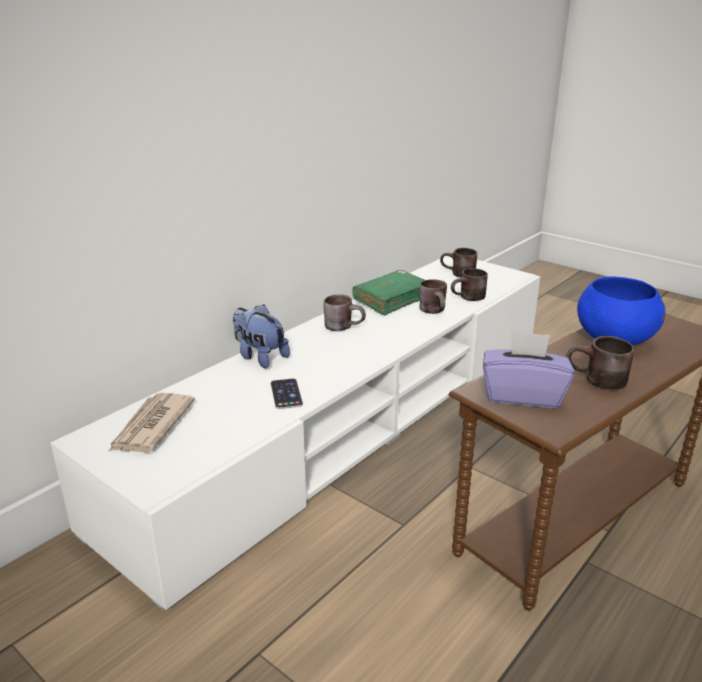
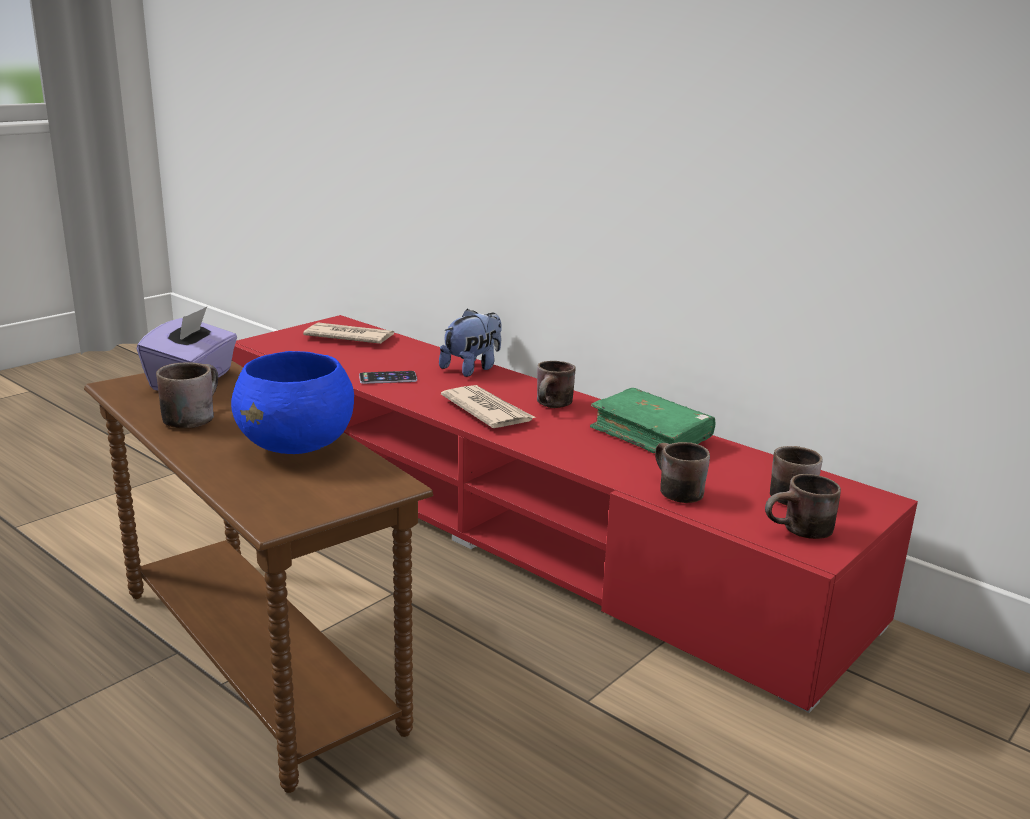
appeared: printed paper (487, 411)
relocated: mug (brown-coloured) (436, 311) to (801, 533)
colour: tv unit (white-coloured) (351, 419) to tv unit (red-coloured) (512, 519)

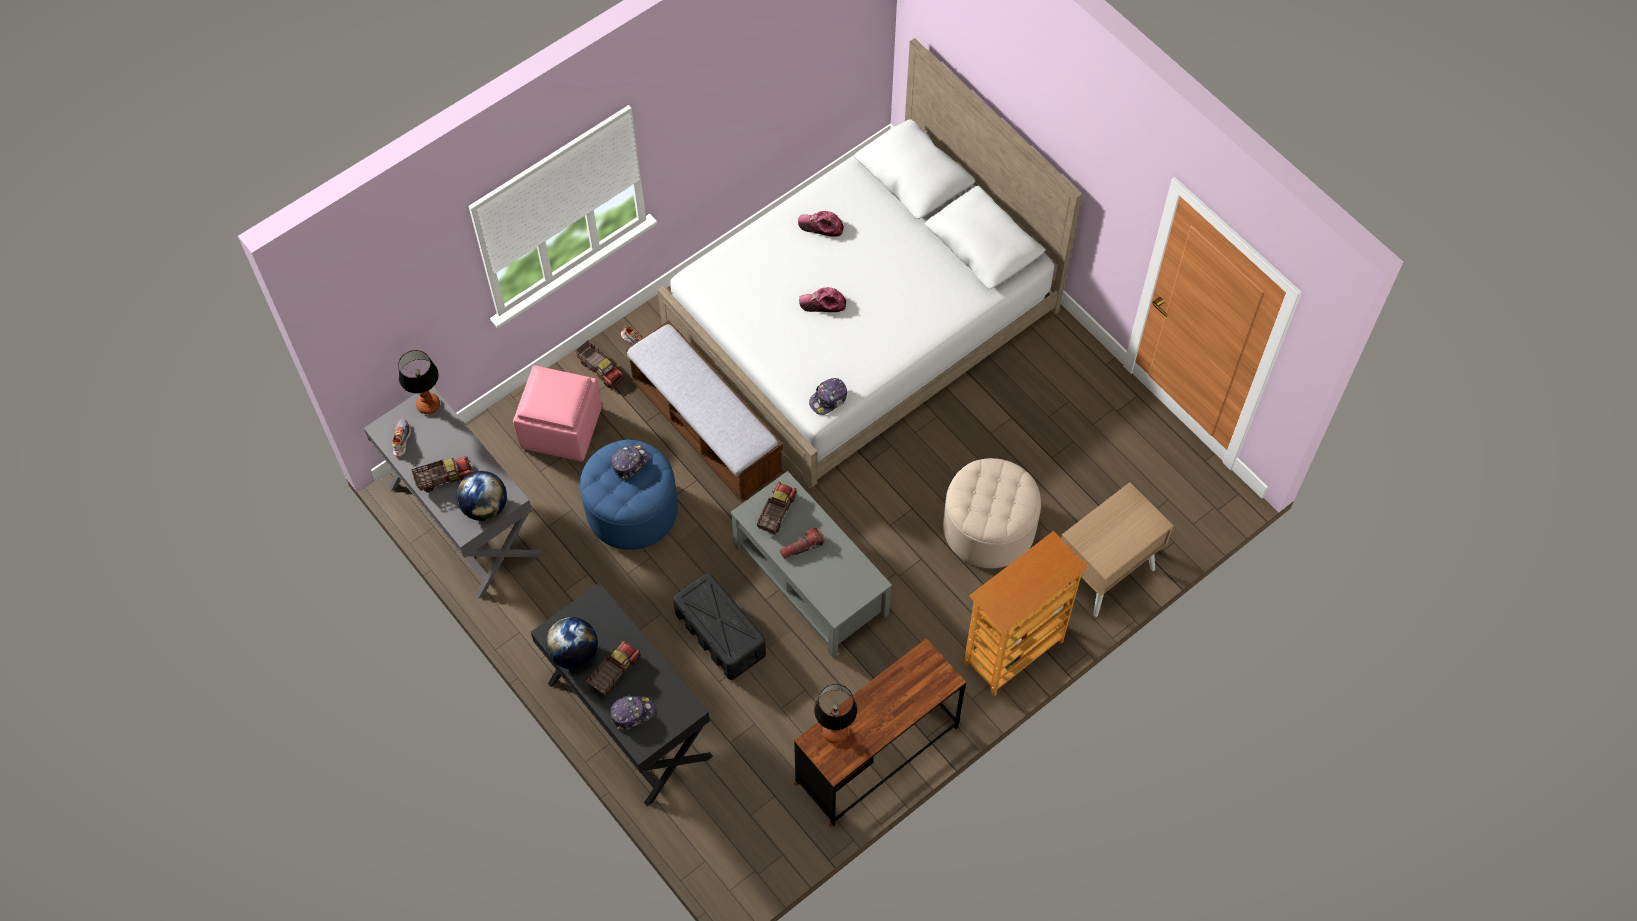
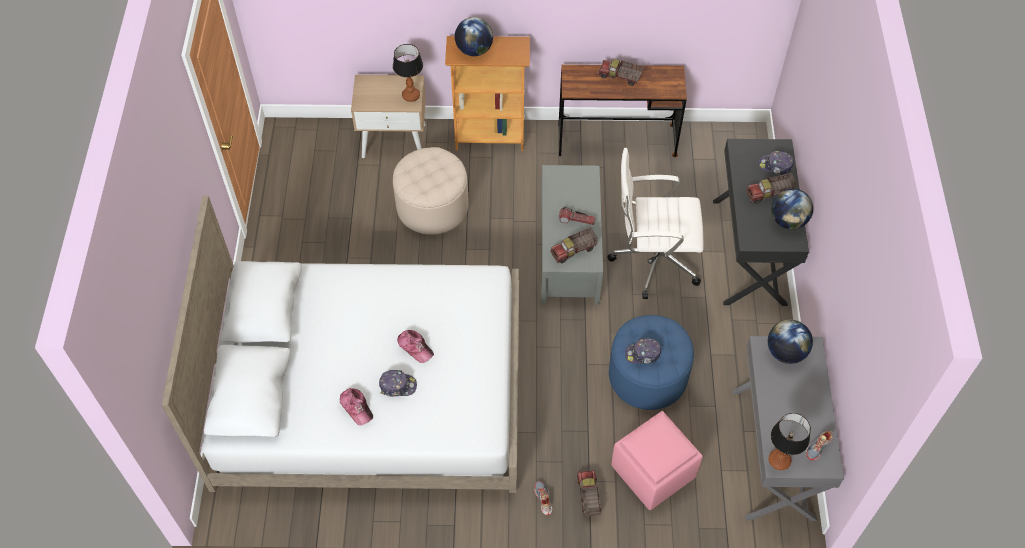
missing: indoor bench (706, 428)
appeared: desk globe (474, 50)
relocated: peaked cap (829, 399) to (397, 386); lamp for a table (835, 732) to (411, 95); model truck (444, 478) to (620, 77)
exchanged: storage box (blackish) (720, 634) to computer chair (white-coloured) (653, 259)

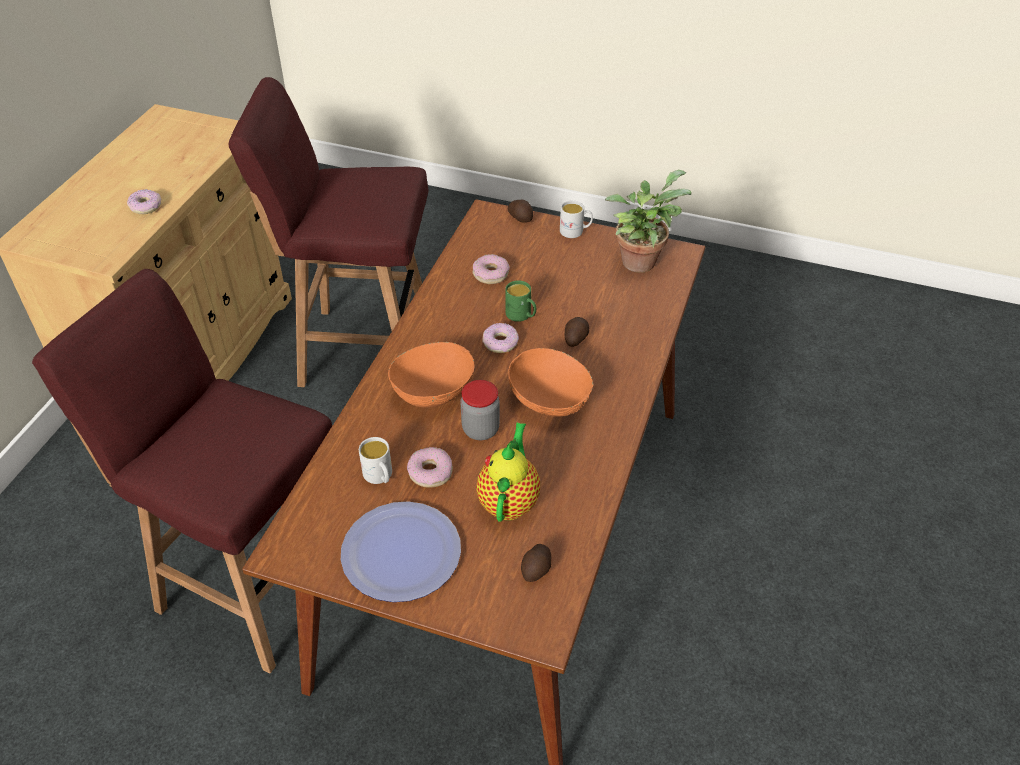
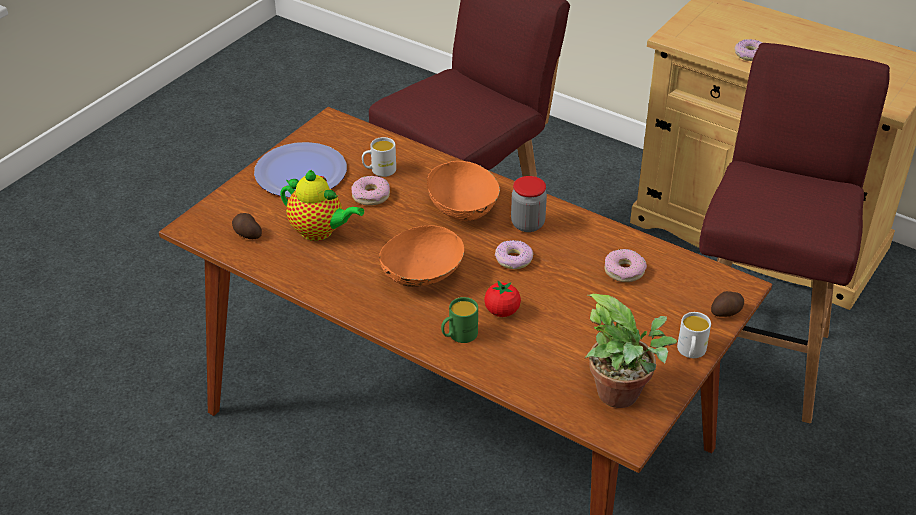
relocated: mug (green-coloured) (521, 315) to (458, 335); preserve jar (480, 429) to (527, 224)
exchanged: whole potato (575, 338) to tomato (502, 311)

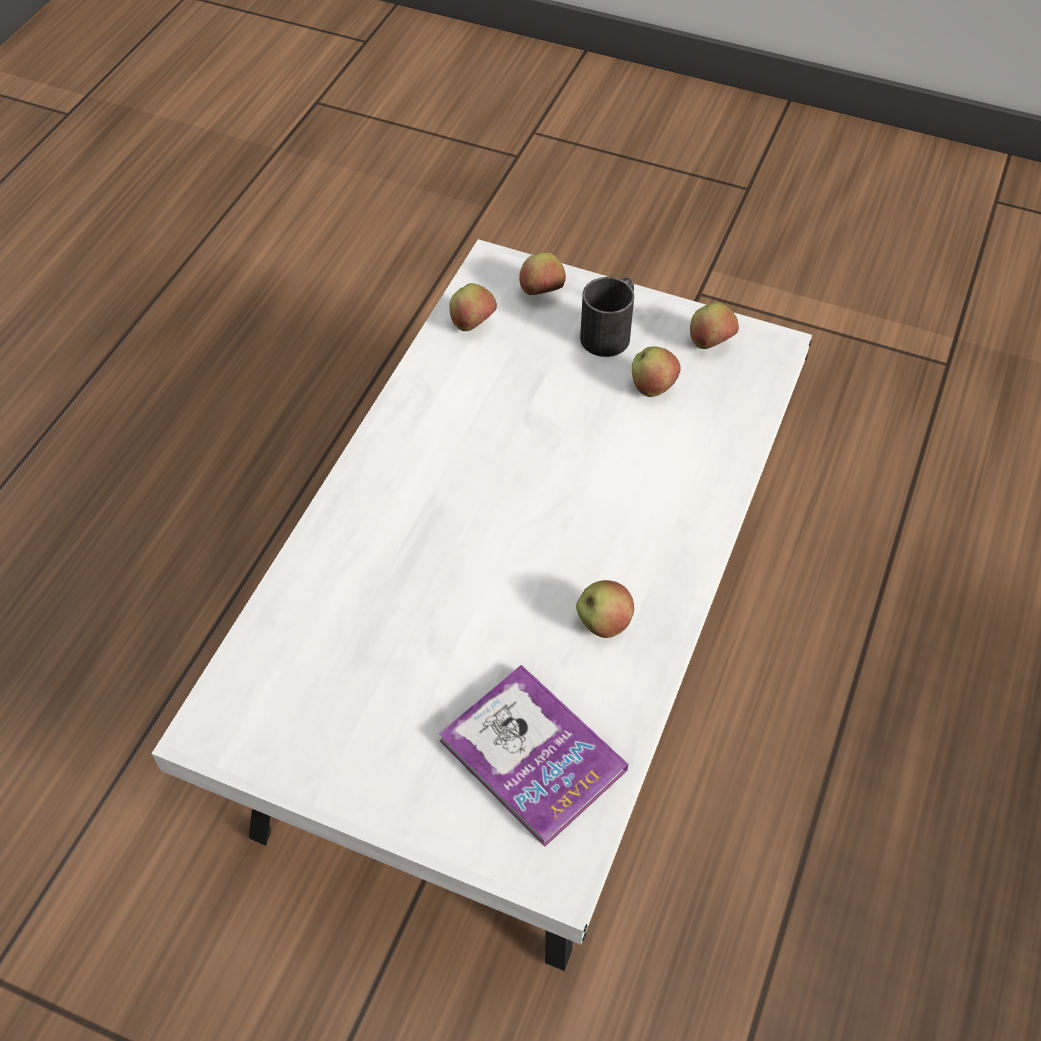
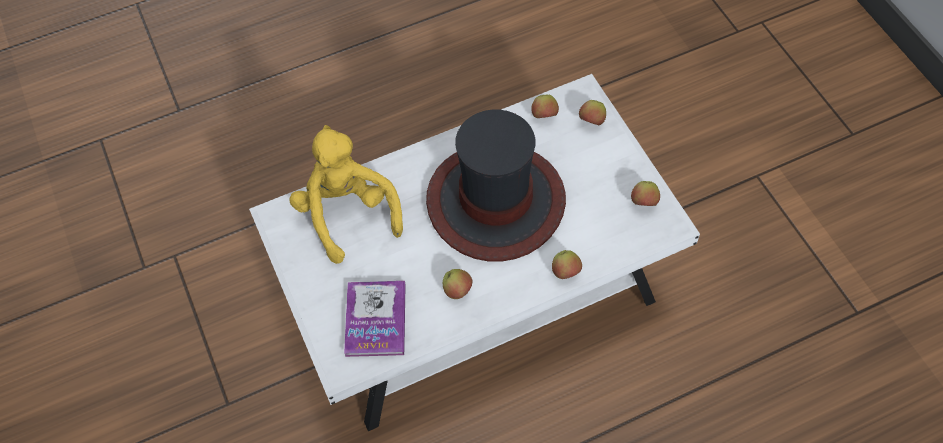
missing: mug (blackish) (610, 331)
appeared: soft toy (yellow-coloured) (347, 213); clothing hat (496, 202)
relocated: whole apple (653, 388) to (565, 272)

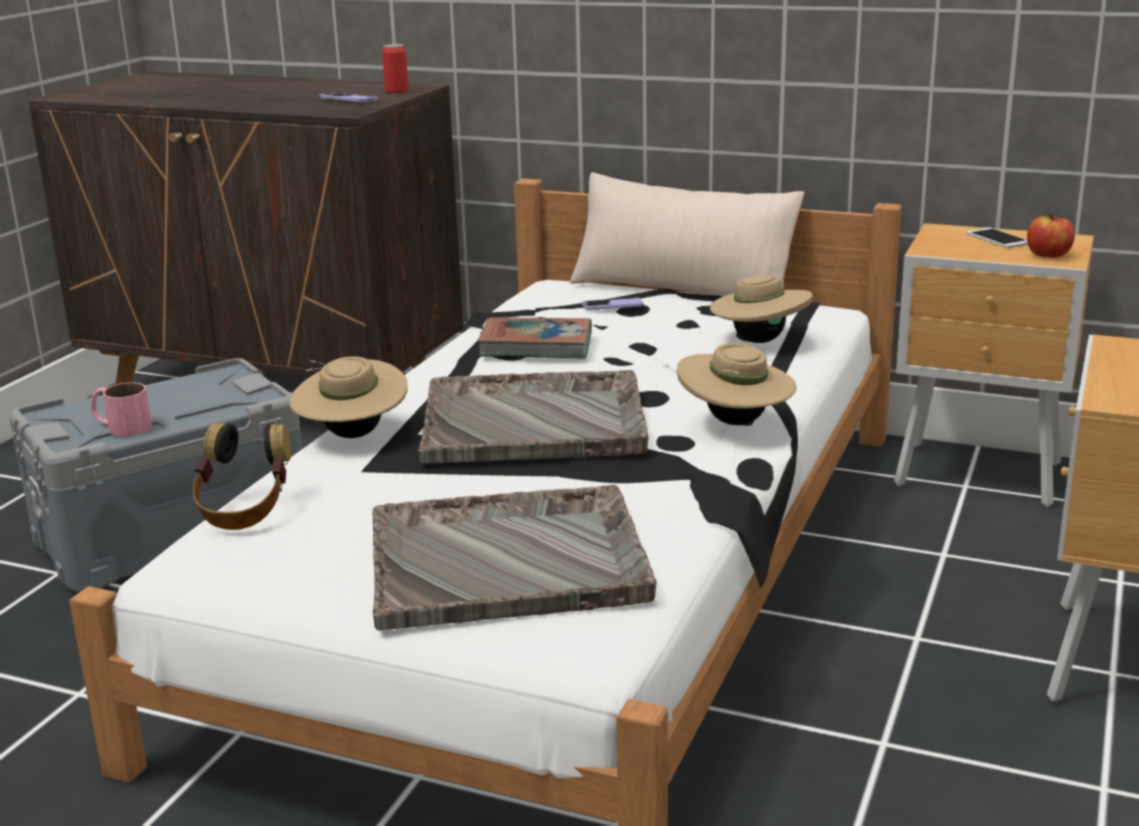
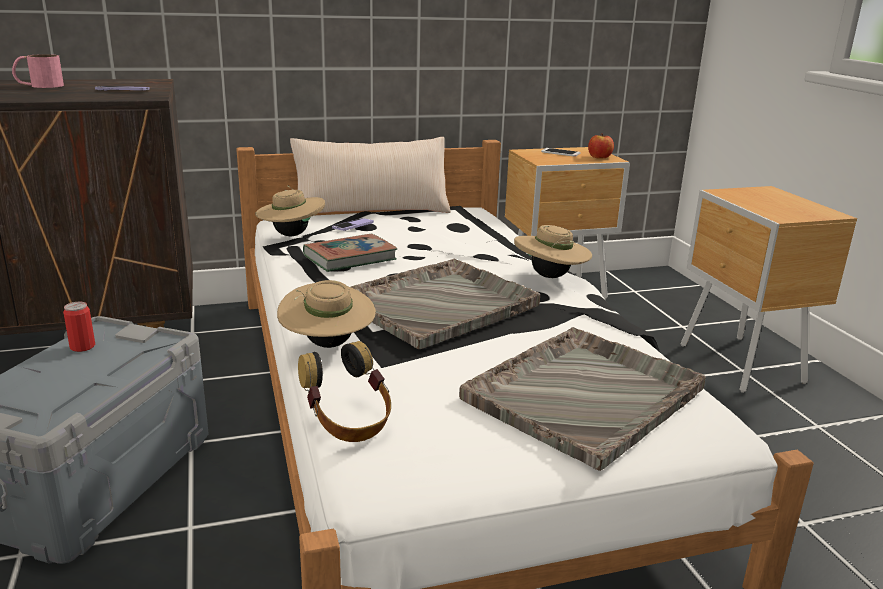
relocated: mug (pink) (121, 427) to (39, 86); can (396, 91) to (82, 347); clothing hat (beige-coloured) (759, 340) to (291, 235)

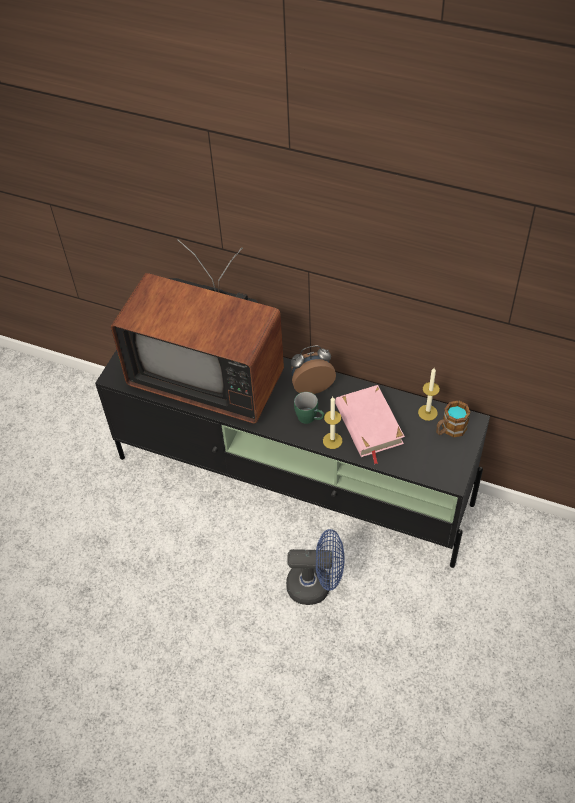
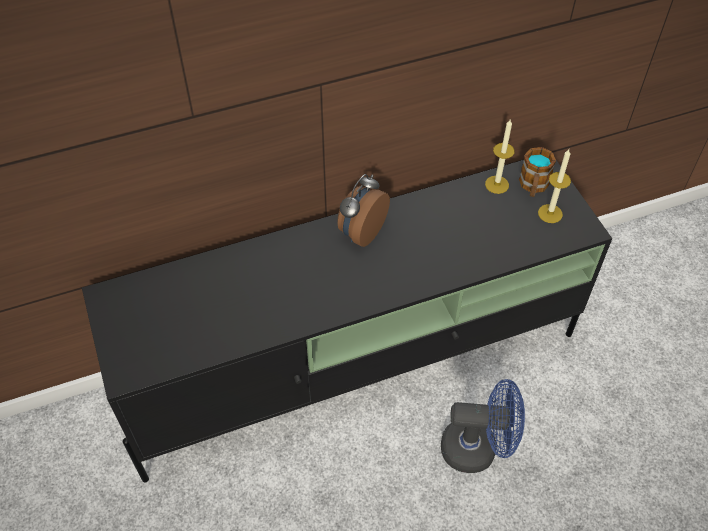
missing: television (209, 374); mug (green-coloured) (310, 418); volume (pink) (368, 424)
relocated: wax light (332, 440) to (550, 213)
spun: fan (blue) (316, 585) = (478, 448) 45 degrees clockwise

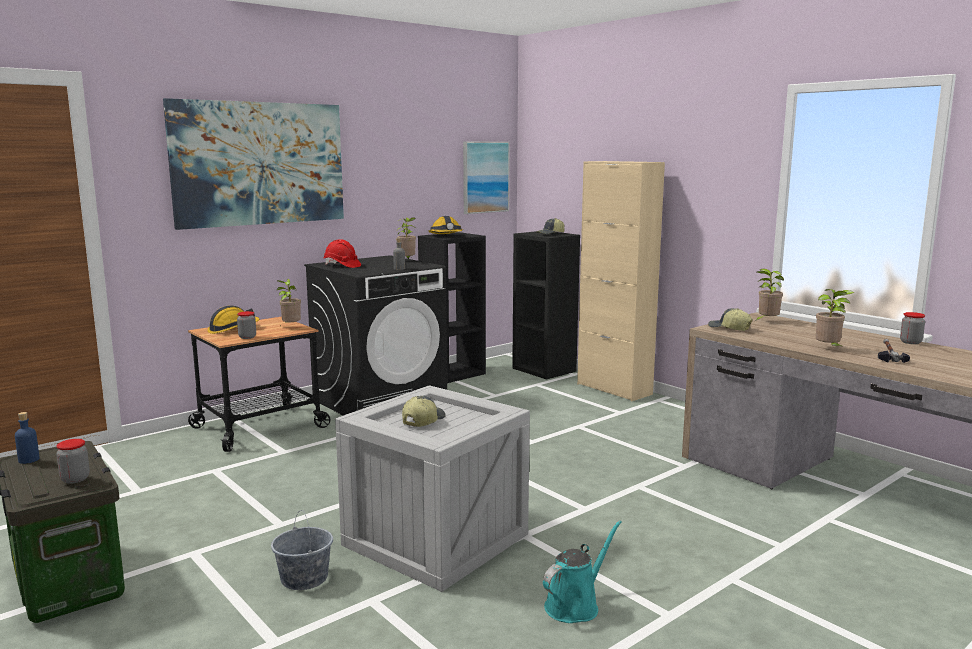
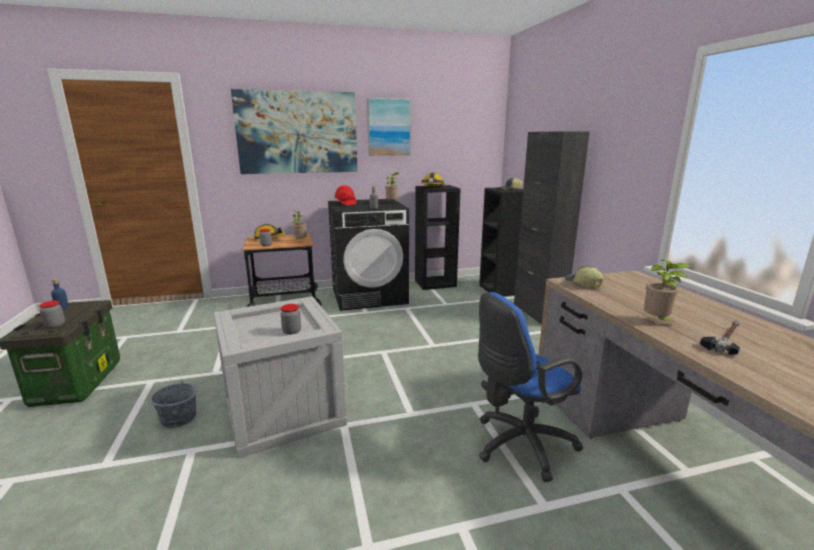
missing: peaked cap (422, 420); watering can (turquoise) (575, 605); houseplant (766, 322)
appeared: computer chair (blue) (519, 445)
relocated: preserve jar (910, 342) to (292, 331); wall art (485, 177) to (389, 127)
colour: cupboard (beige-coloured) (614, 389) to cupboard (blackish) (538, 313)

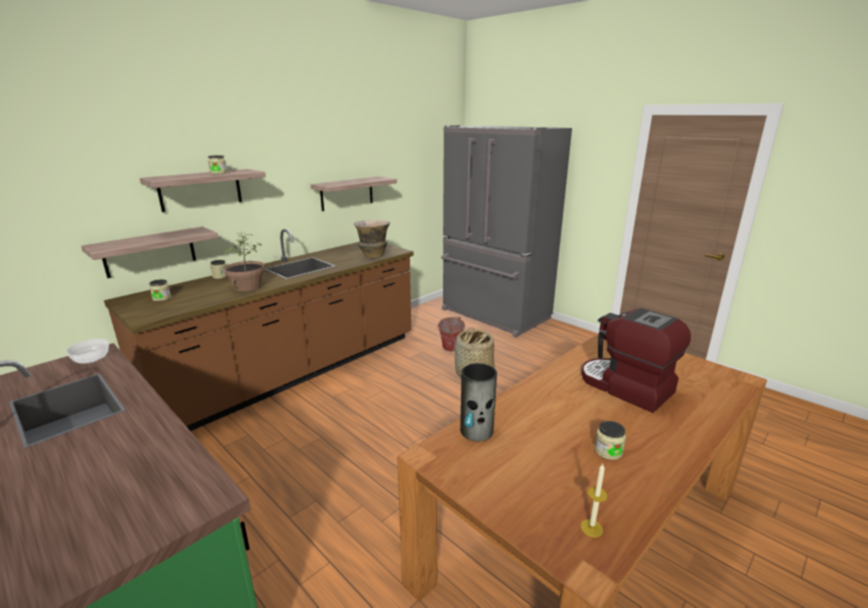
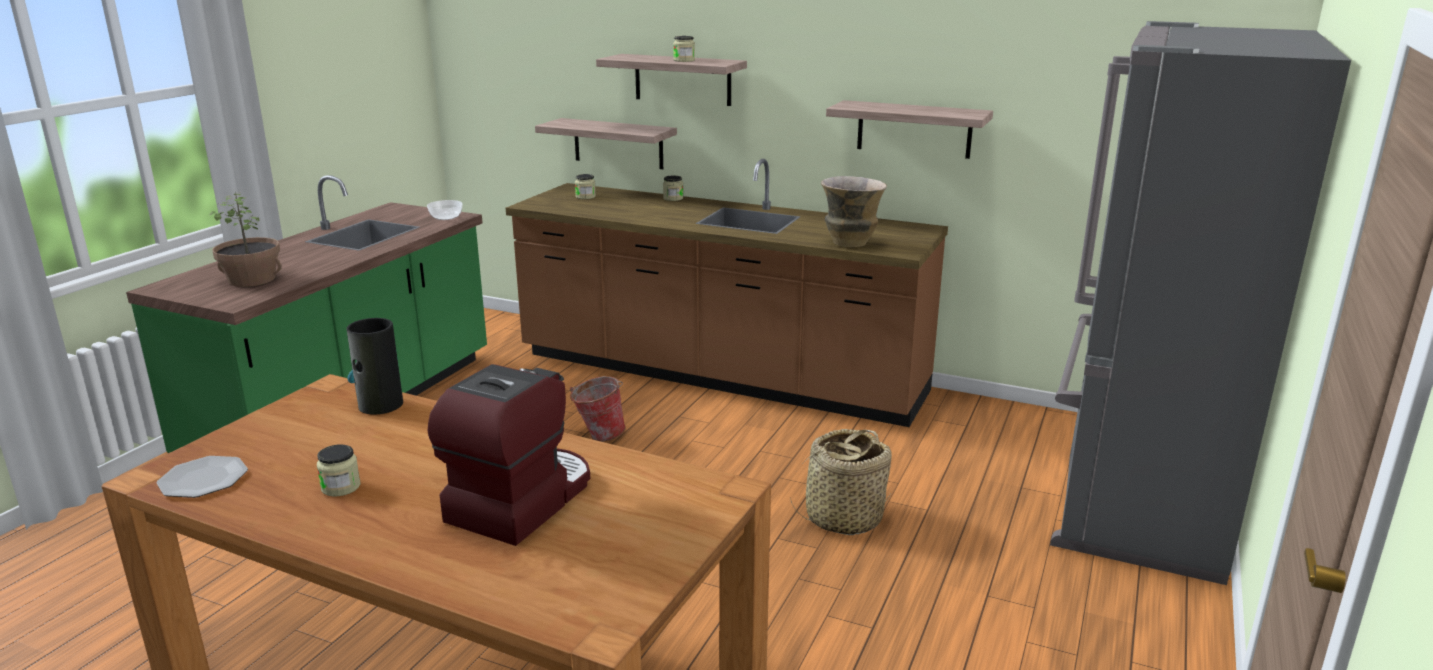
relocated: houseplant (247, 286) to (252, 279); water bucket (450, 349) to (598, 435)
exchanged: wax light (591, 528) to plate (203, 479)

